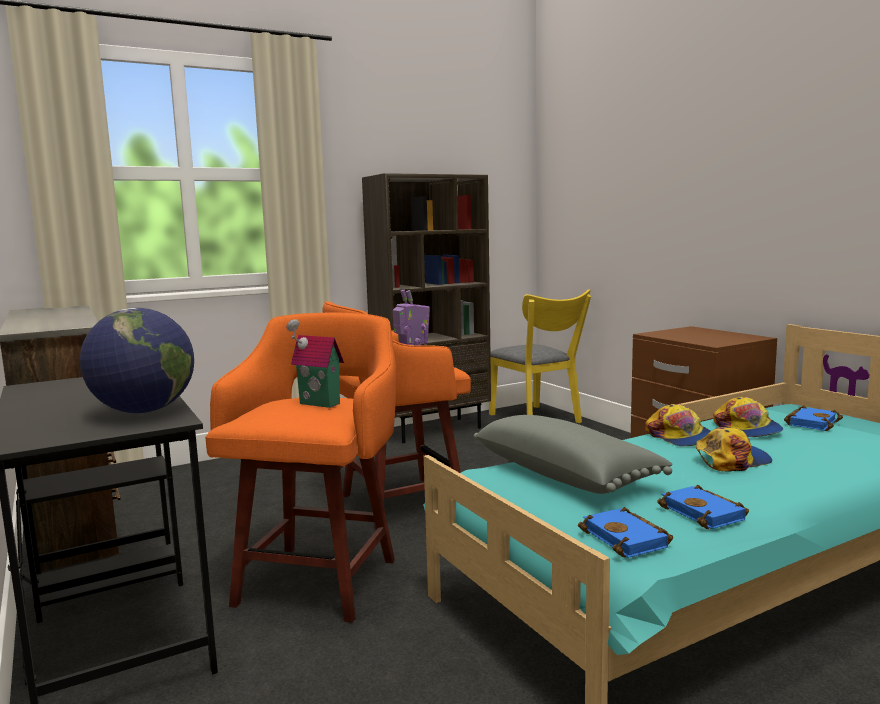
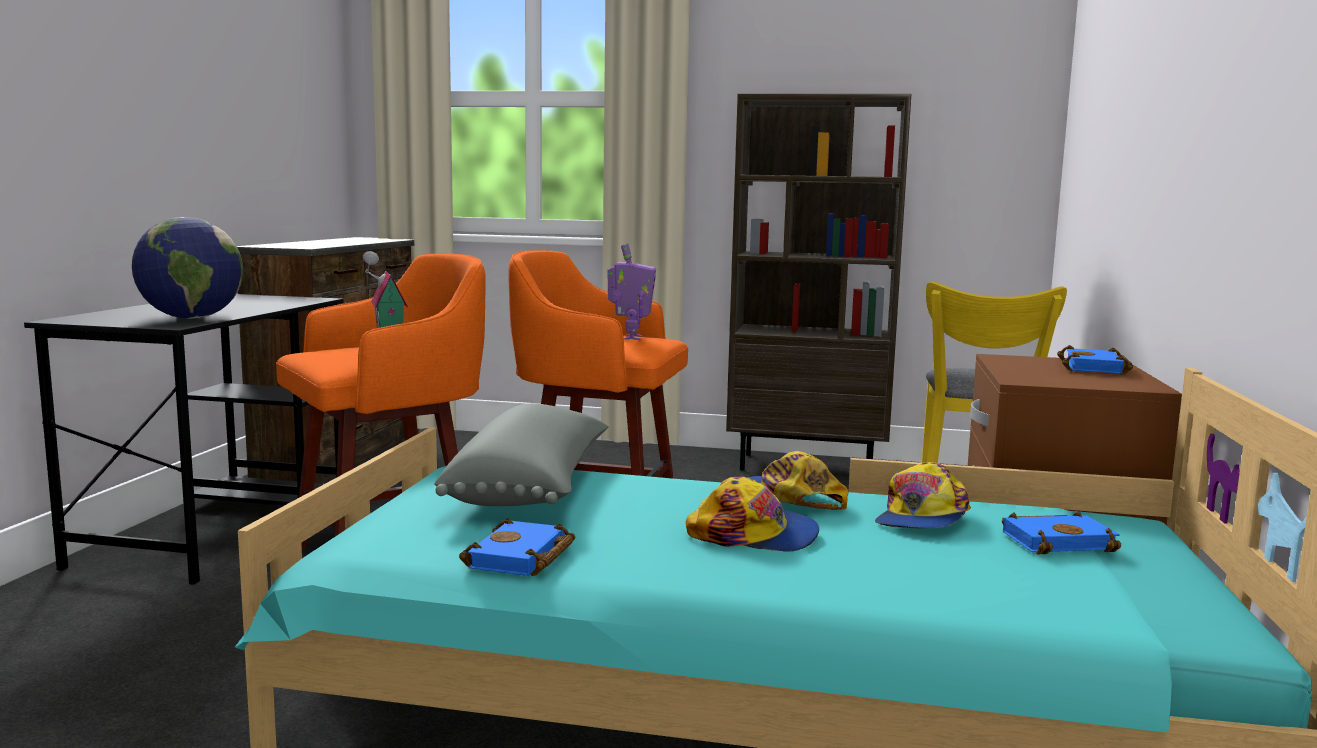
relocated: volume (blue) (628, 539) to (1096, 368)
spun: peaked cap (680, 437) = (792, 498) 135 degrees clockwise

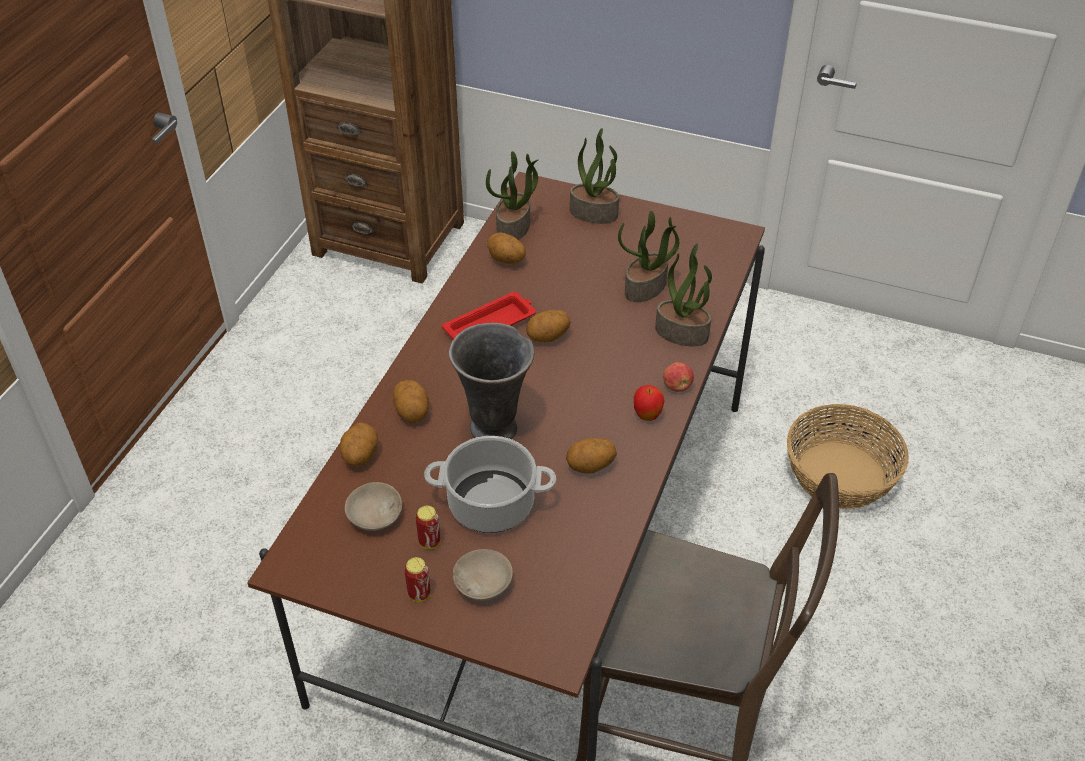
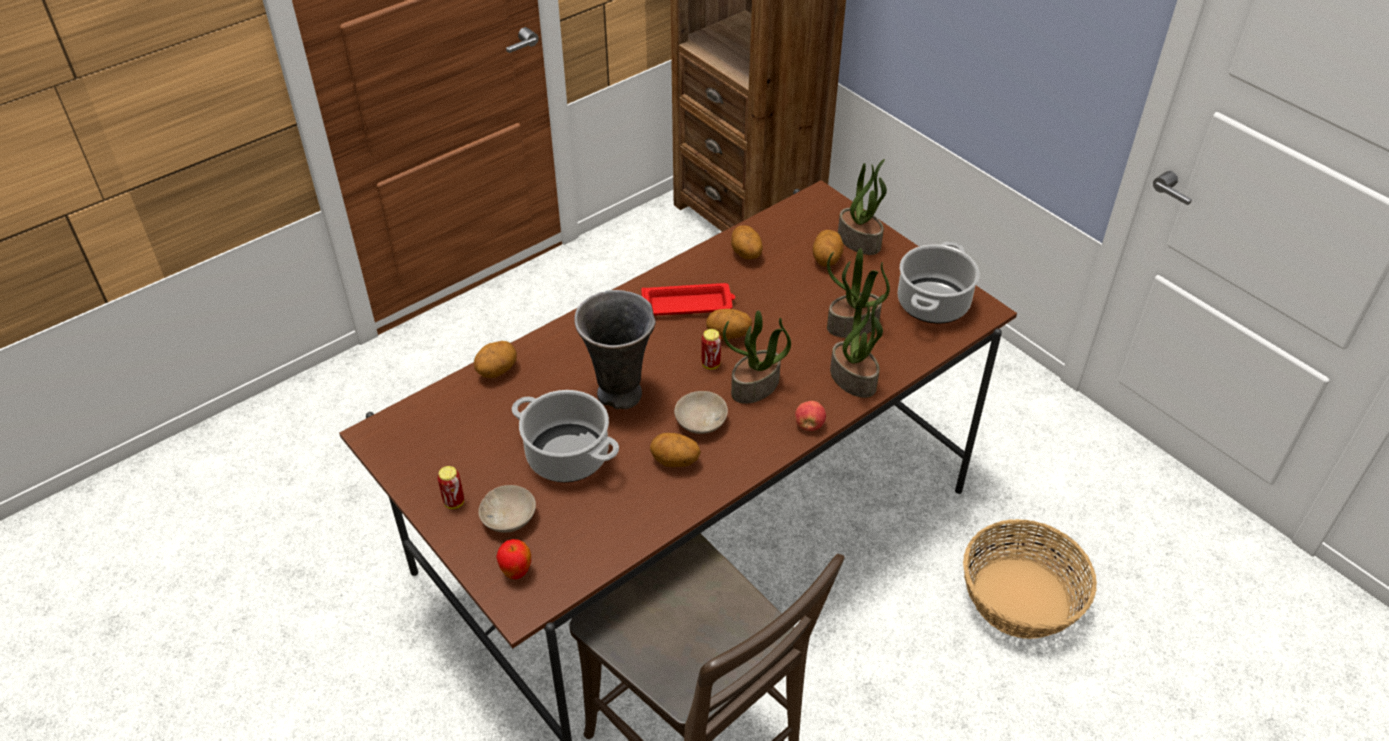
appeared: saucepot (932, 302)
relocated: whole apple (647, 416) to (516, 572); serving bowl (beige-coloured) (373, 515) to (700, 421); can (429, 542) to (710, 364); houseplant (514, 227) to (755, 387); whole potato (412, 412) to (827, 259)

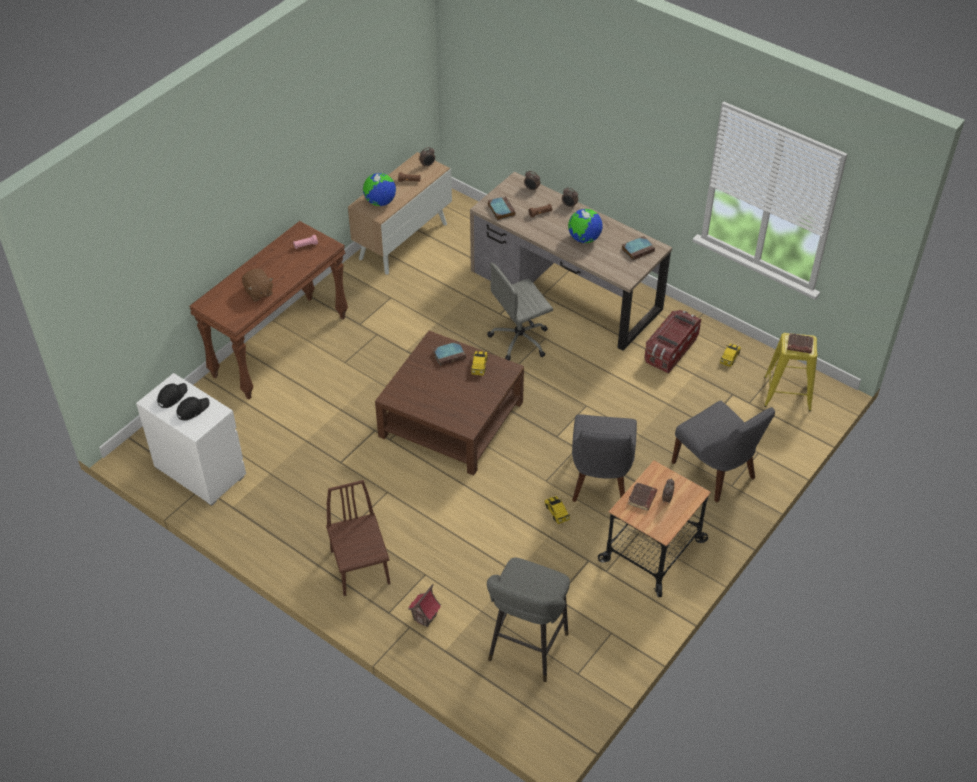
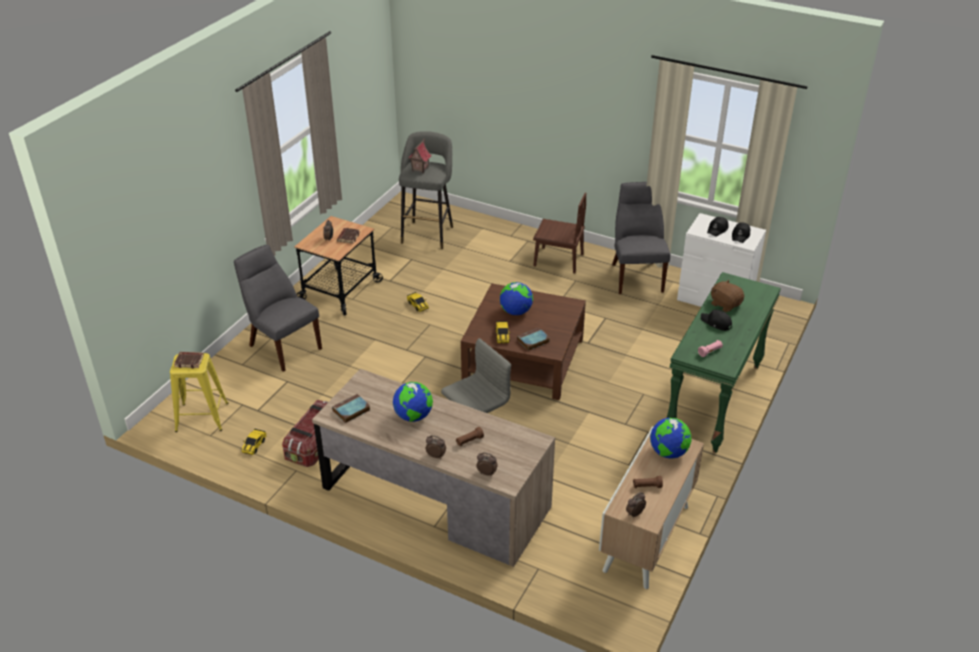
missing: volume (501, 210)
appeared: desk globe (516, 312); peaked cap (blackish) (716, 323)
relocated: toy house (425, 617) to (420, 169); chair (gray) (600, 481) to (636, 276)
colour: console table (brown-coloured) (279, 346) to console table (green-coloured) (715, 401)
spun: chair (brown-coloured) (360, 567) = (558, 260) 45 degrees counterclockwise

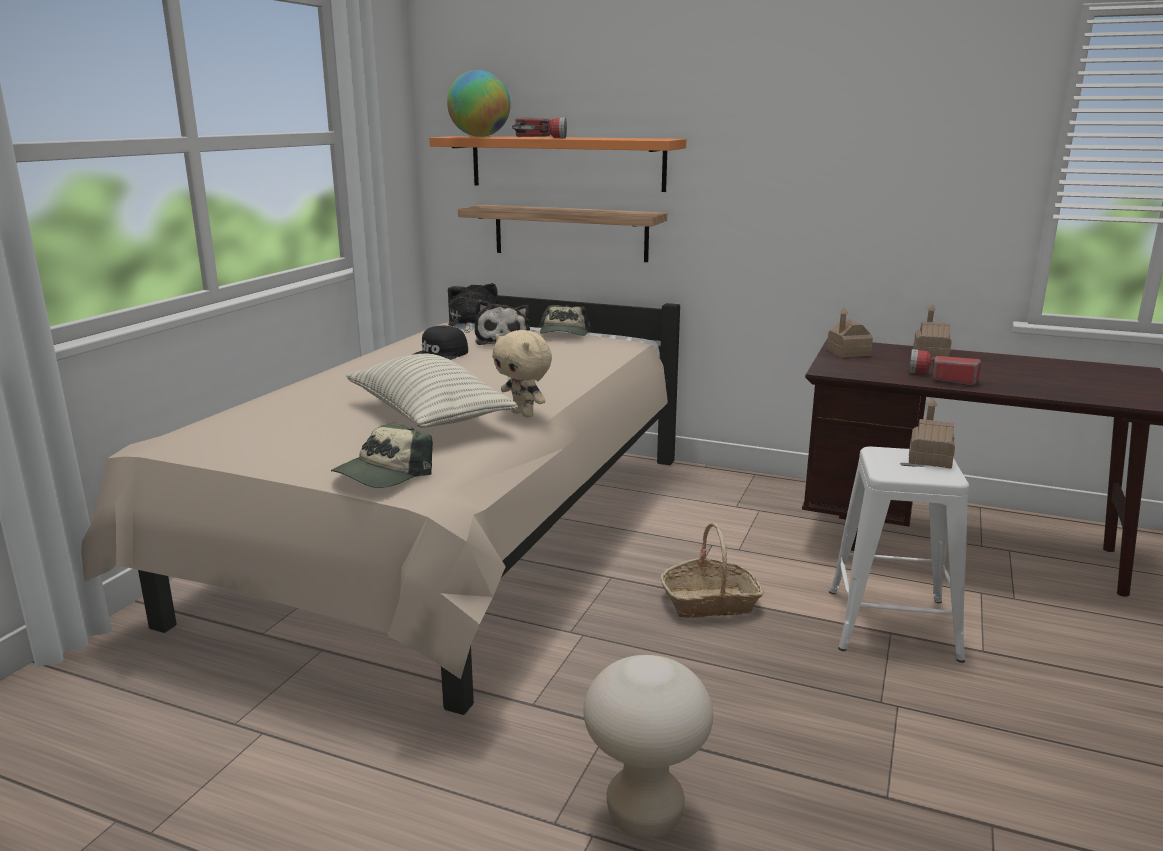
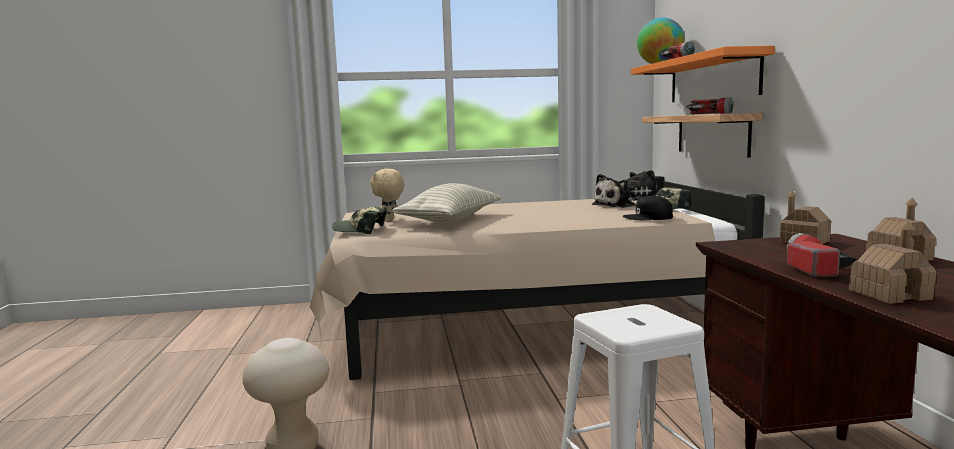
missing: storage basket (710, 602)
appeared: hand torch (711, 114)
relocated: soft toy (beige-coloured) (524, 414) to (389, 220); peaked cap (blackish) (440, 354) to (648, 217); toy house (929, 459) to (889, 295)

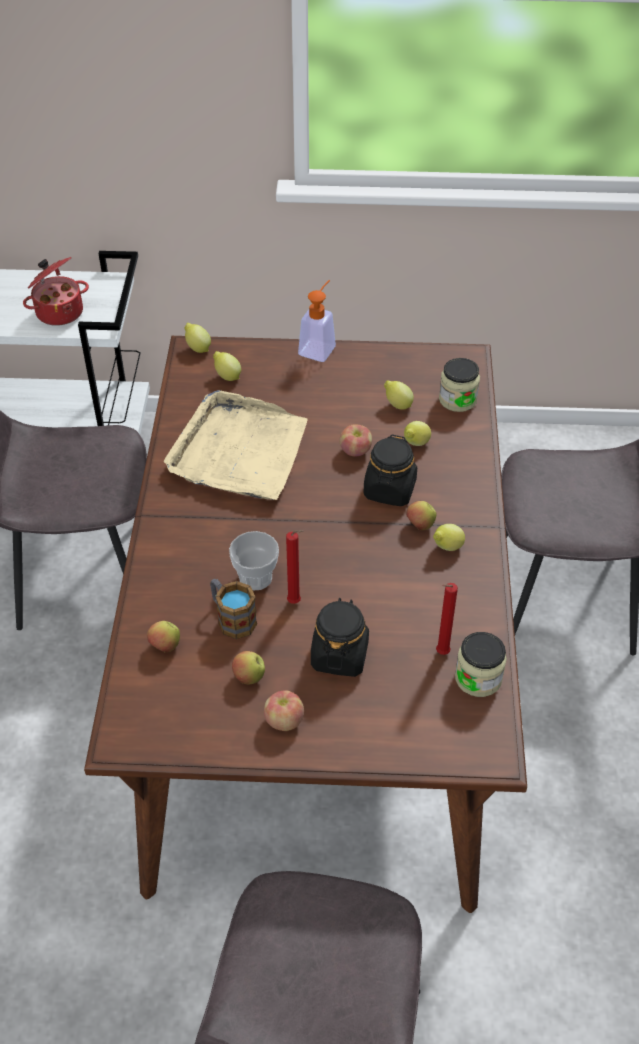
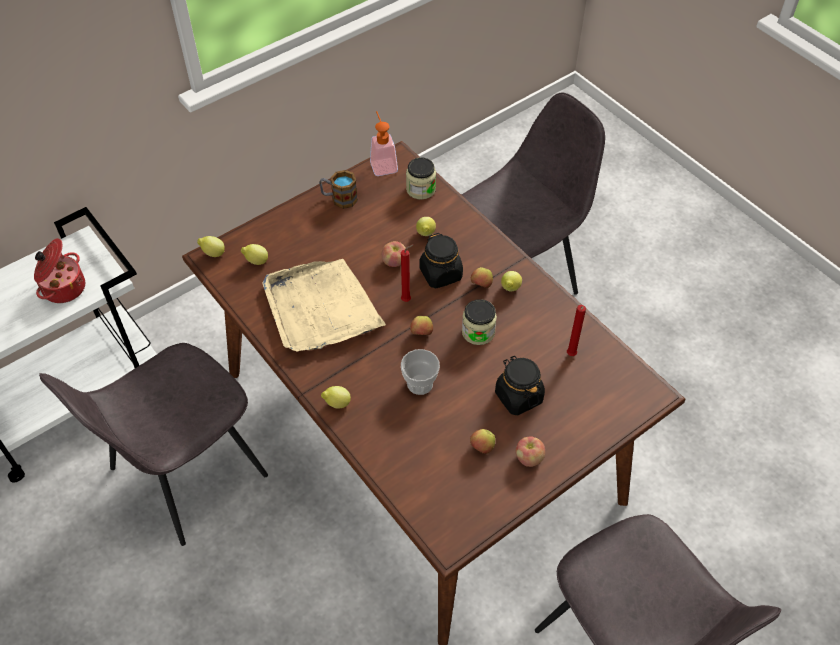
relocated: mug (232, 618) to (339, 199); whole lemon (397, 405) to (336, 404); liquid soap bottle (319, 347) to (382, 163); wax light (red-coloured) (296, 602) to (407, 300); whole apple (165, 646) to (421, 333); preserve jar (478, 678) to (478, 332)

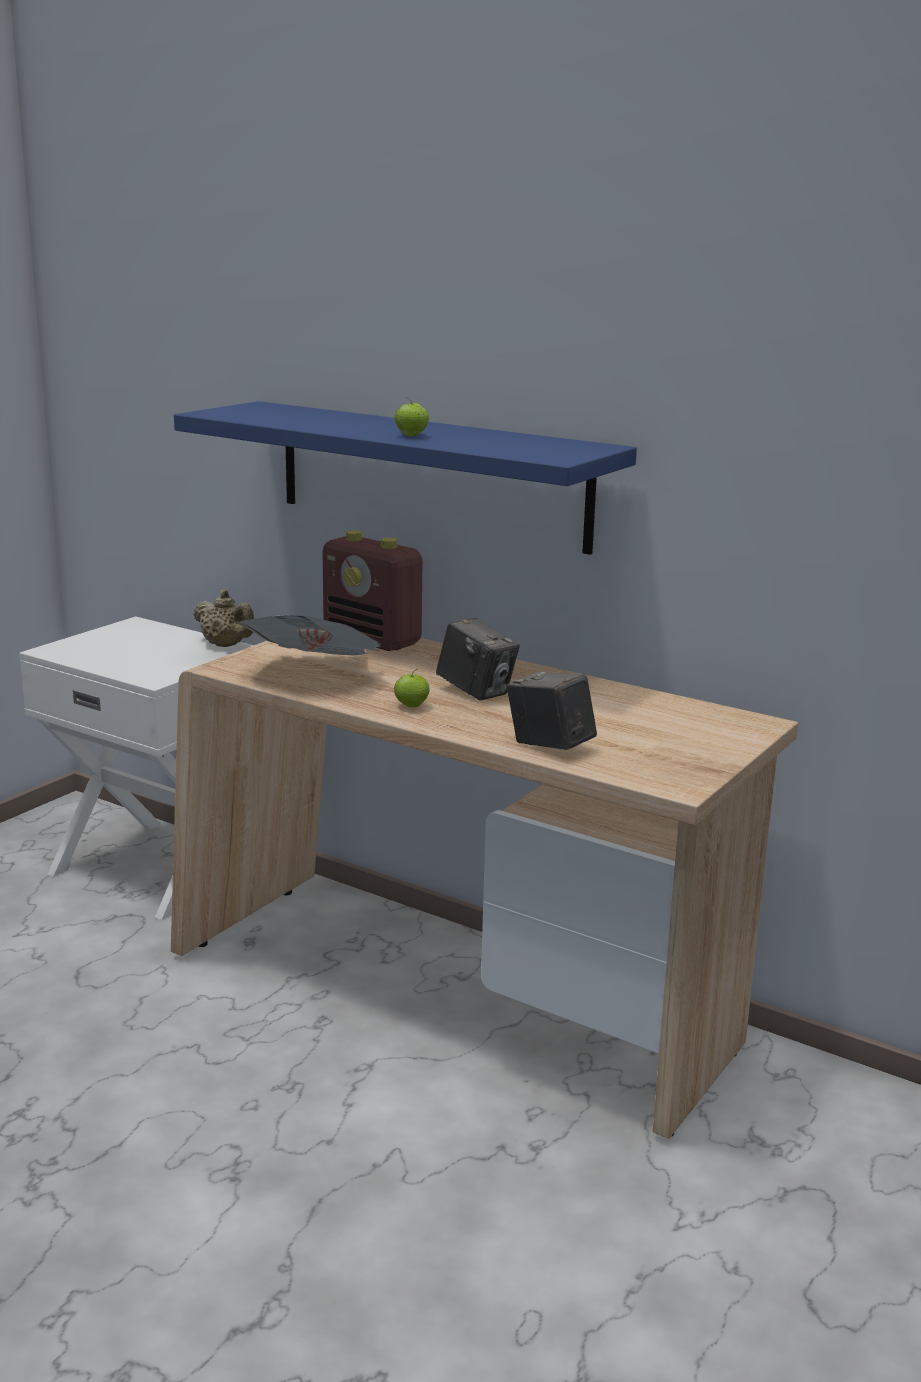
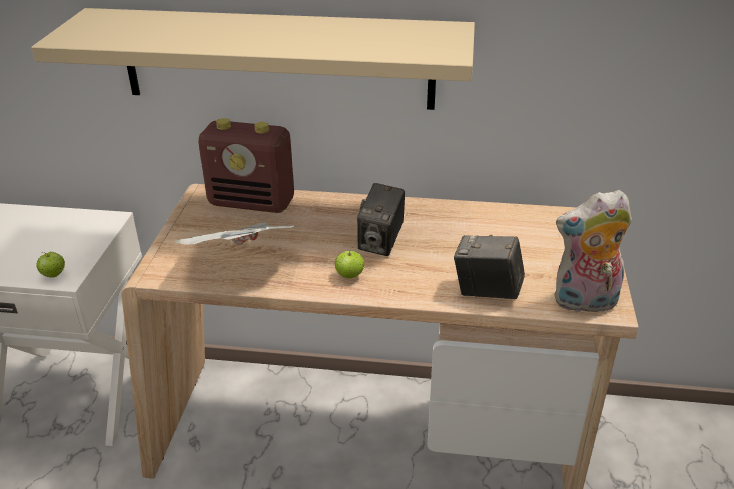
missing: tea pot (beige-coloured) (226, 645)
appeared: soft toy (584, 303)
relocated: whole apple (411, 436) to (54, 275)
colour: bracket shelf (blue) (430, 474) to bracket shelf (beige-coloured) (277, 59)
spun: still camera (476, 692) = (381, 243) 90 degrees clockwise

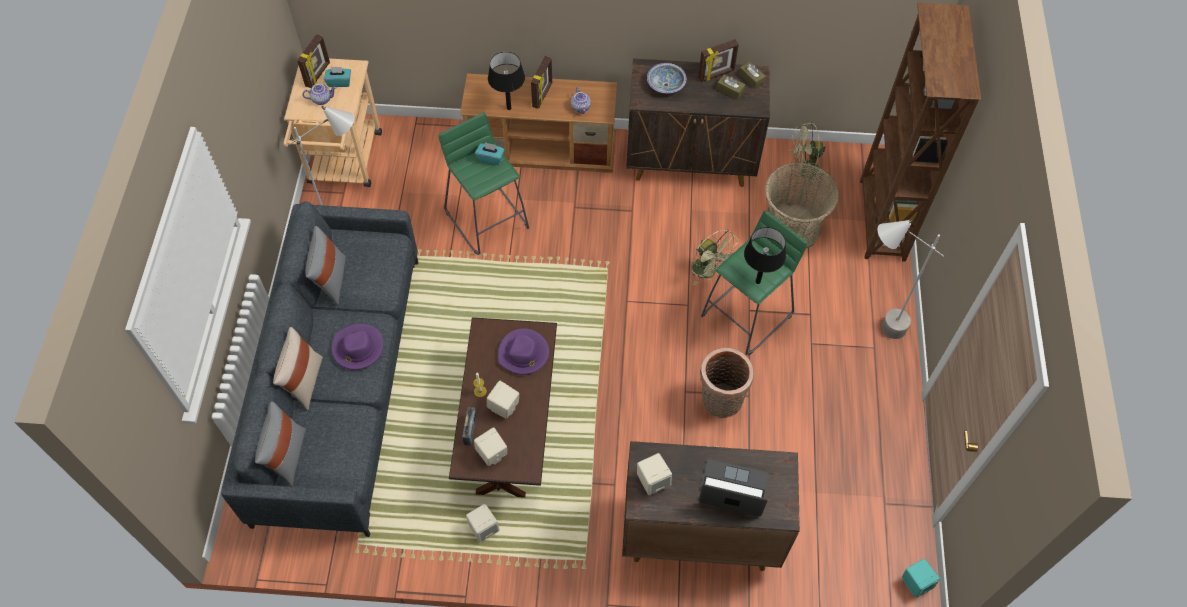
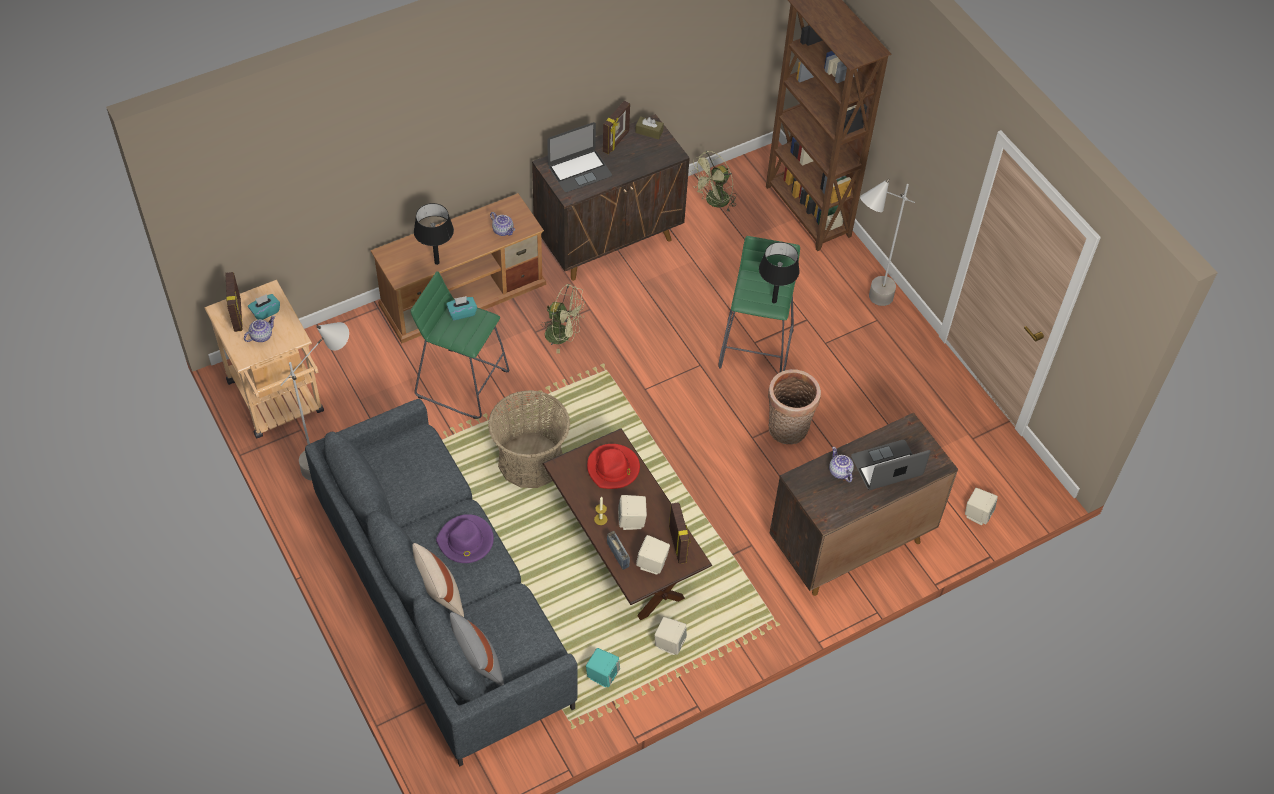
missing: pillow (gray) (331, 280); tissue box (brown-coloured) (730, 90)
appeared: tea pot (839, 471)
relocated: storage basket (792, 227) to (530, 461); fan (green-coloured) (709, 272) to (563, 335); loudspeaker (turquoise) (916, 582) to (602, 675); picture frame (543, 95) to (678, 544); loudspeaker (beige-coloured) (653, 481) to (977, 514)
exchanged: serving bowl (666, 85) to portable computer (579, 171)
colour: clothing hat (purple) (523, 354) to clothing hat (red-coloured) (613, 468)

